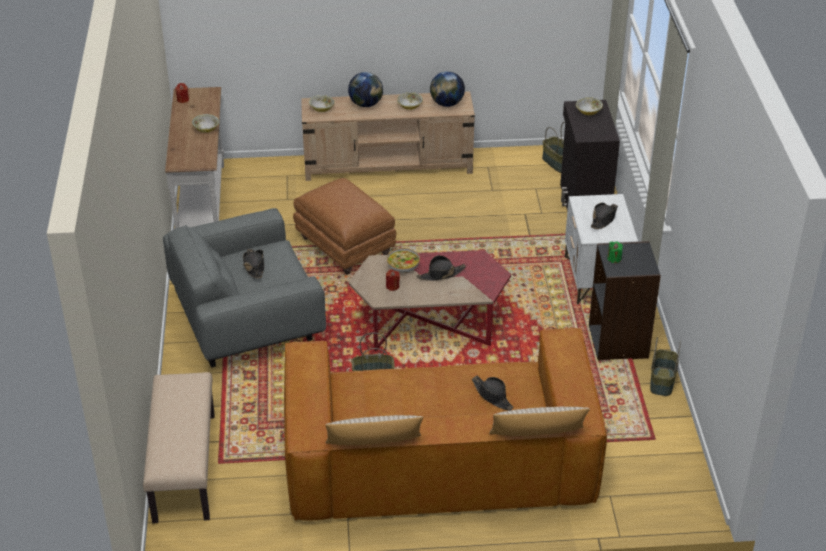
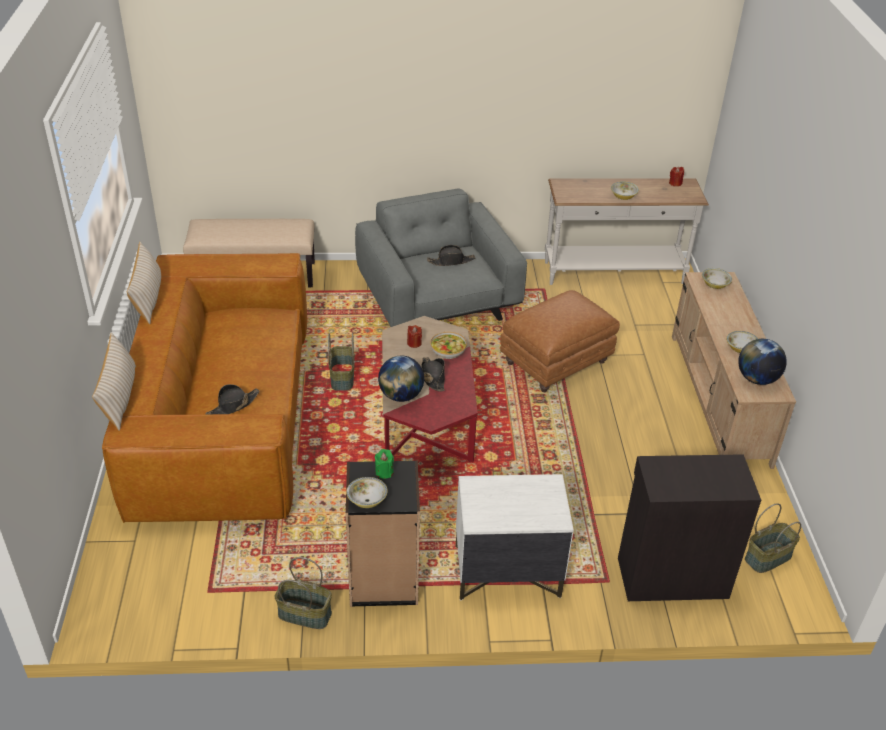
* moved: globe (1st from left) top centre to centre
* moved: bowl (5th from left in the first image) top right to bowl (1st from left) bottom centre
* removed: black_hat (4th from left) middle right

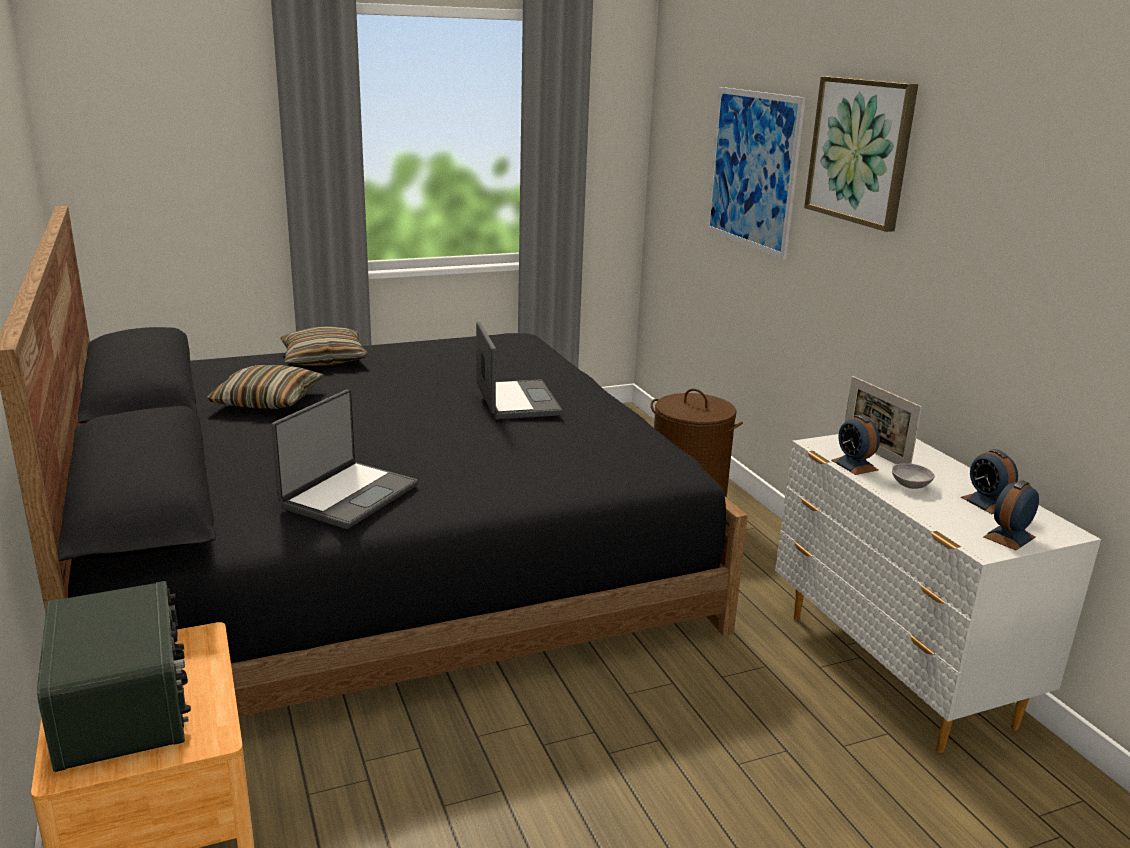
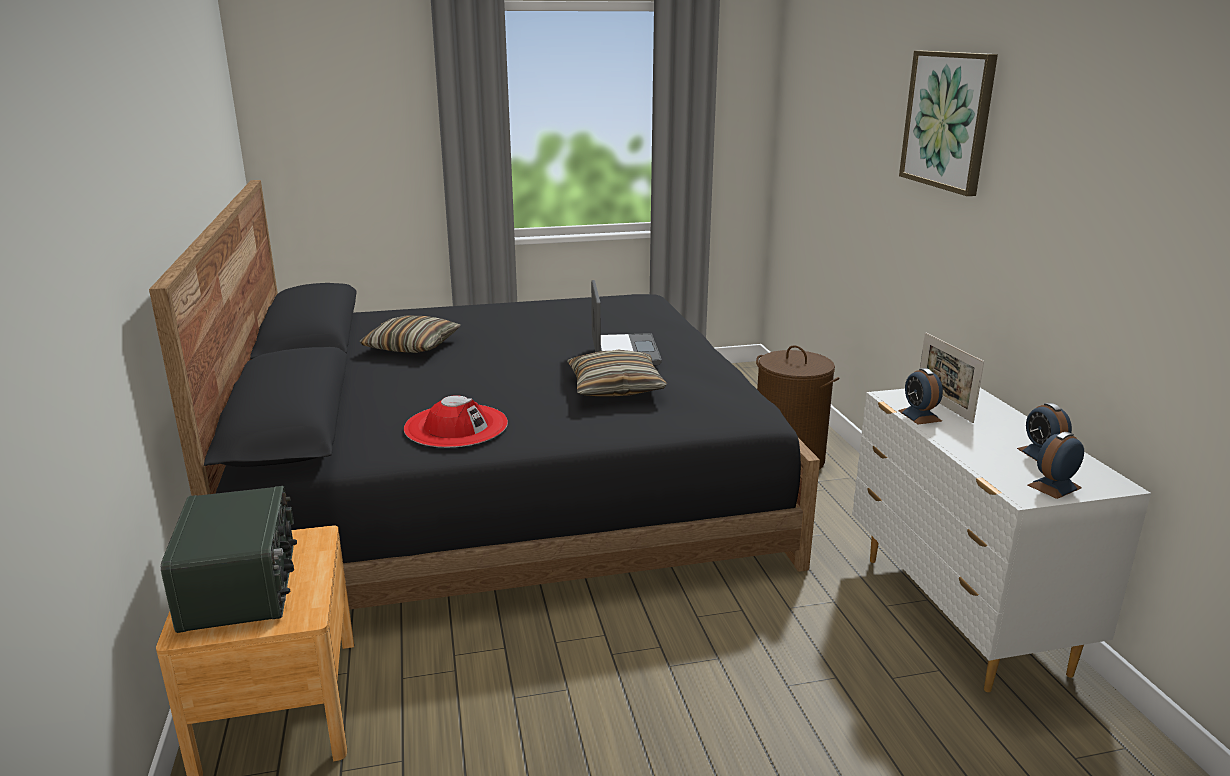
* removed: picture (1st from left) top right
* moved: pillow (2nd from left) middle left to centre
* replaced: laptop (1st from left) middle left to red_hat centre
* removed: grey_bowl middle right

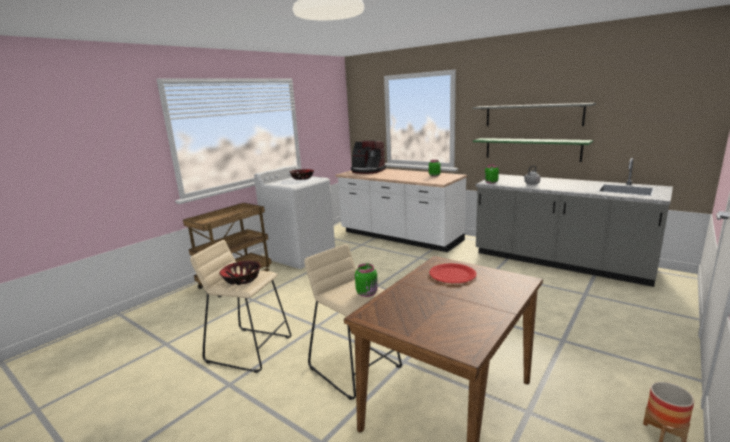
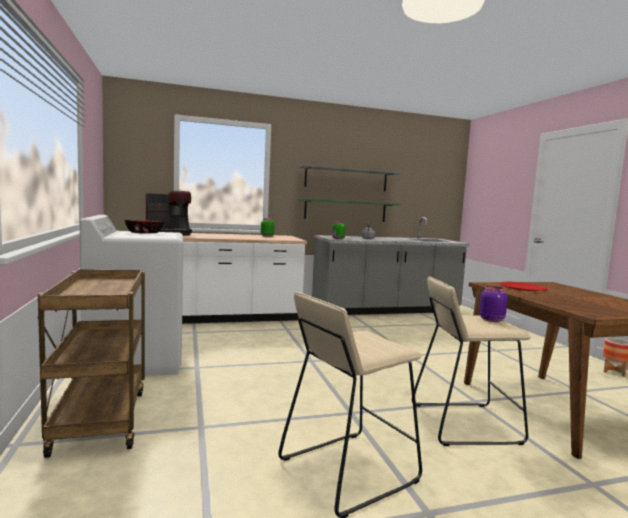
* removed: bowl (1st from left) middle left
* recoloured: green_jar (1st from left) centre to purple_jar middle right

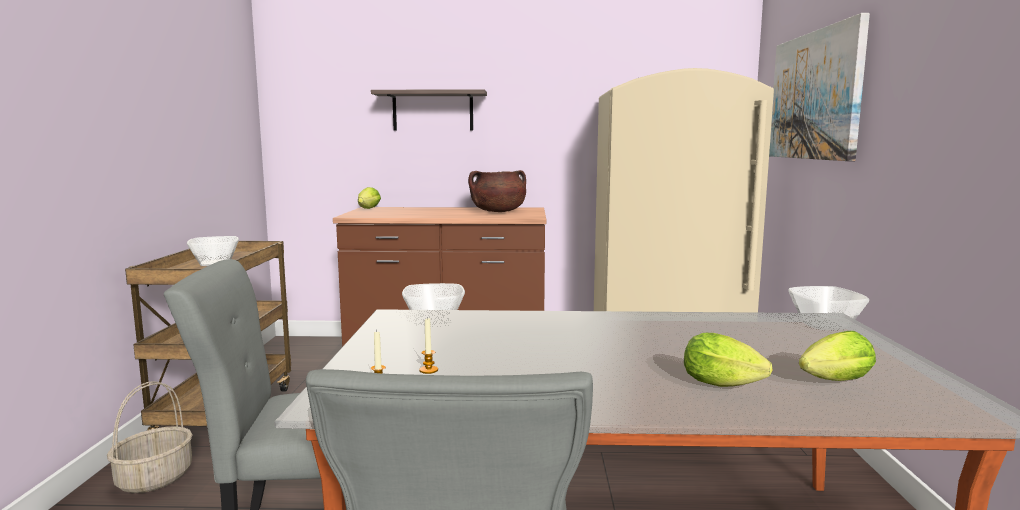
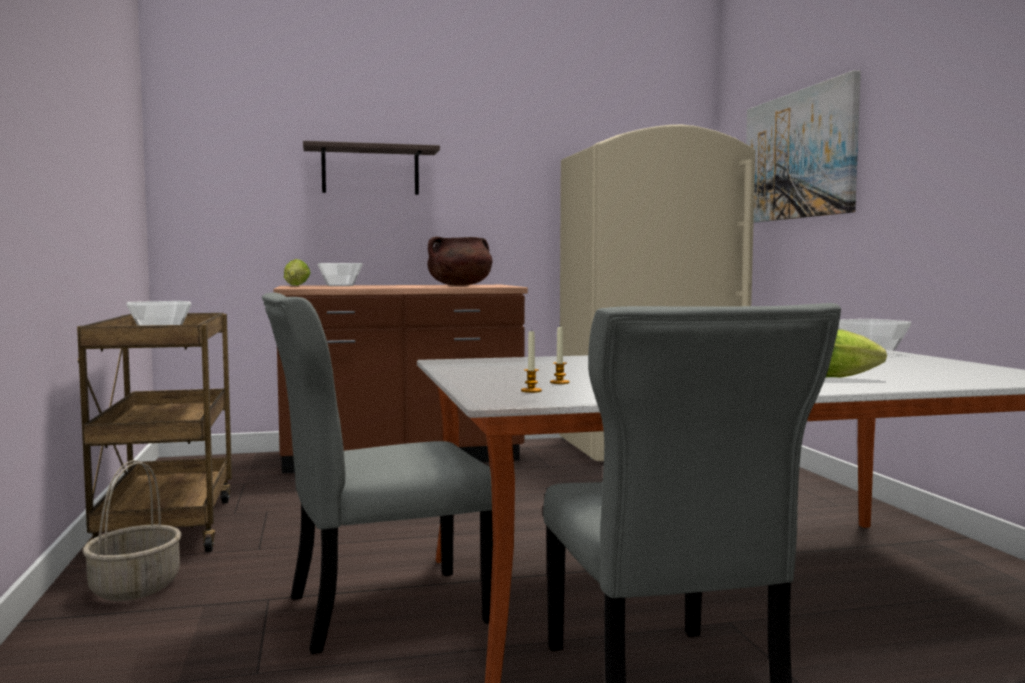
* moved: bowl (2nd from left) centre to middle left
* removed: lettuce (3rd from left) bottom right

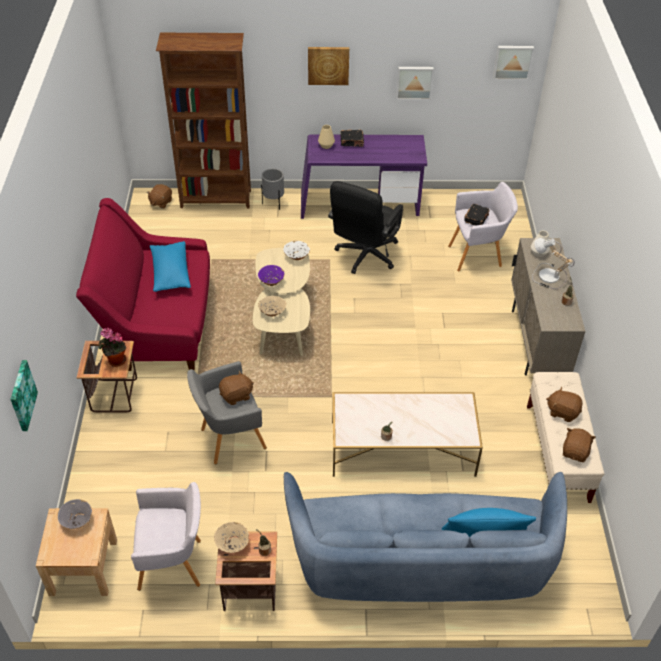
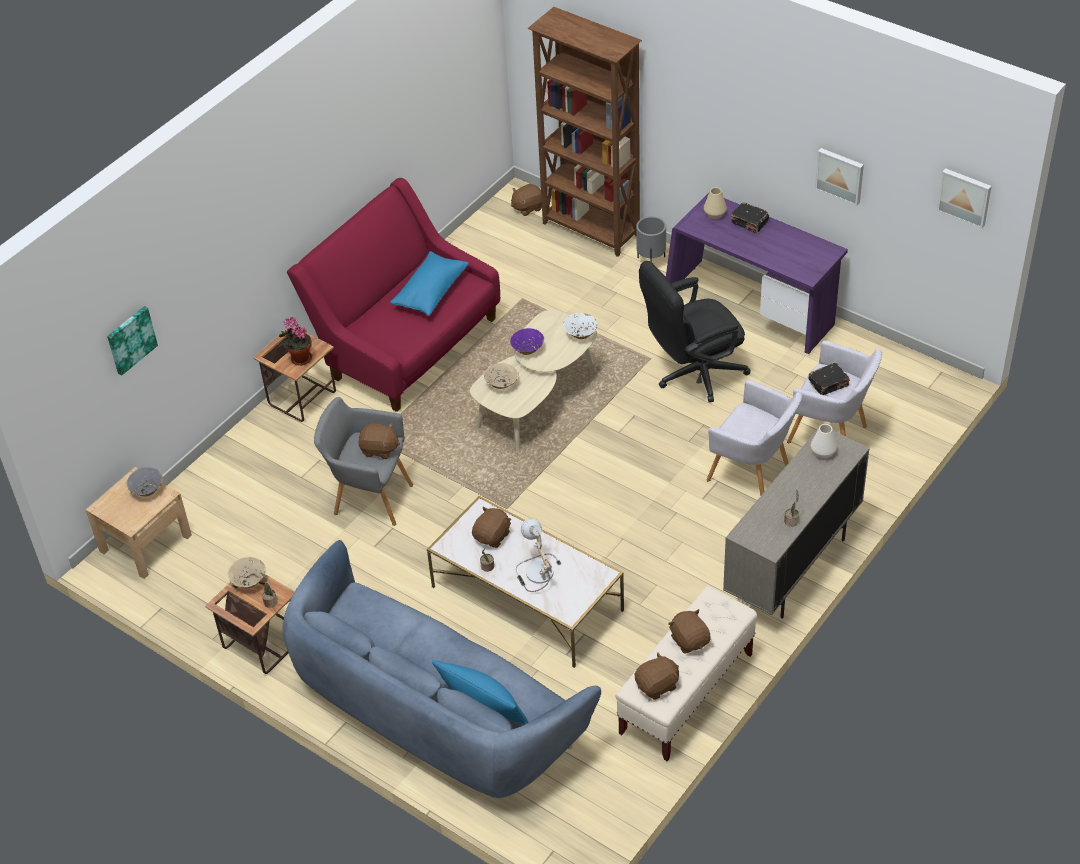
* removed: picture (2nd from left) top centre
* moved: table_lamp middle right to centre
* moved: grey_armchair (1st from left in the first image) bottom left to grey_armchair (2nd from left) middle right
* added: brown_plush_toy (2nd from left) centre

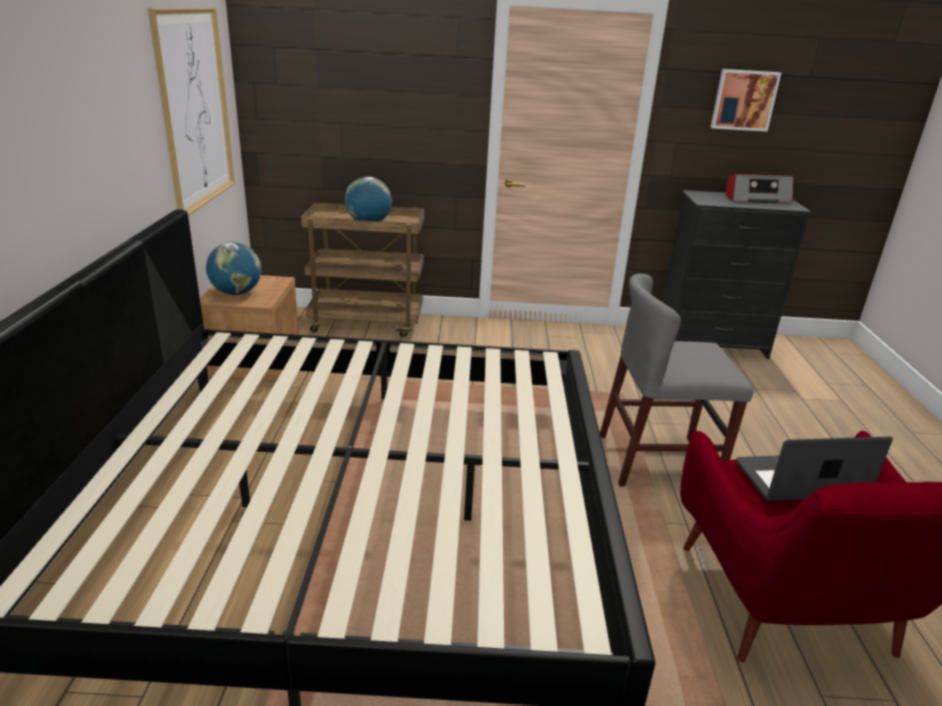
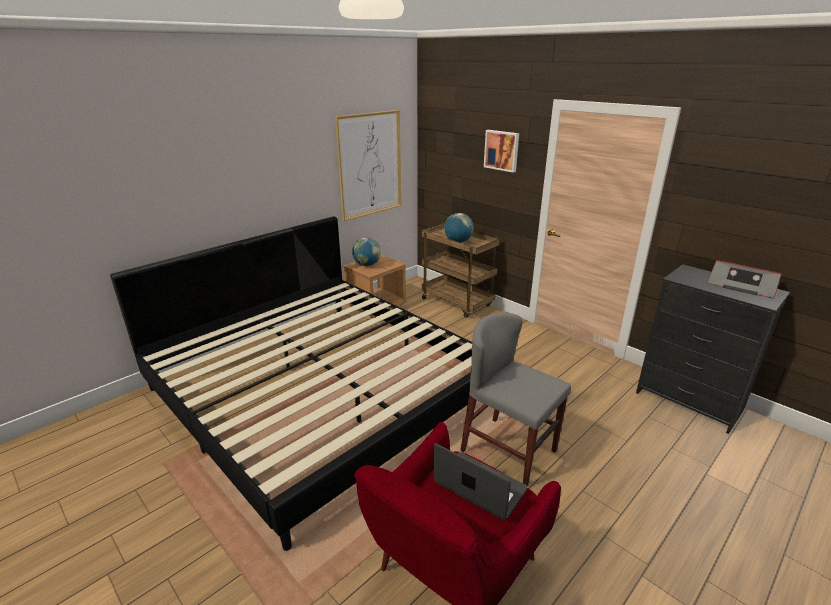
* moved: picture (2nd from left) top right to top centre

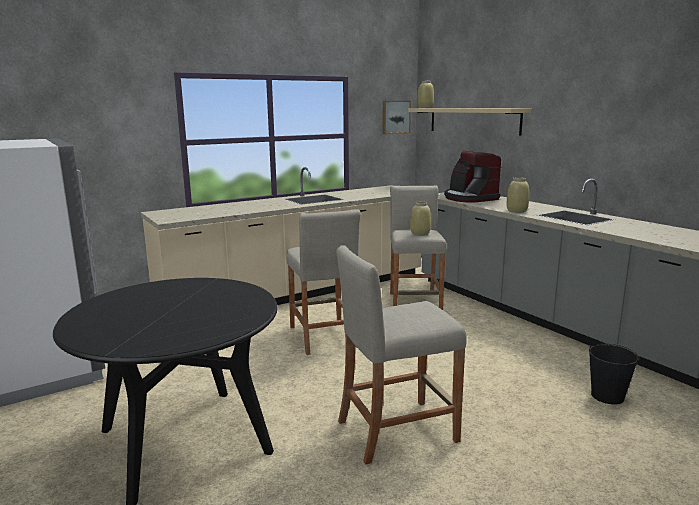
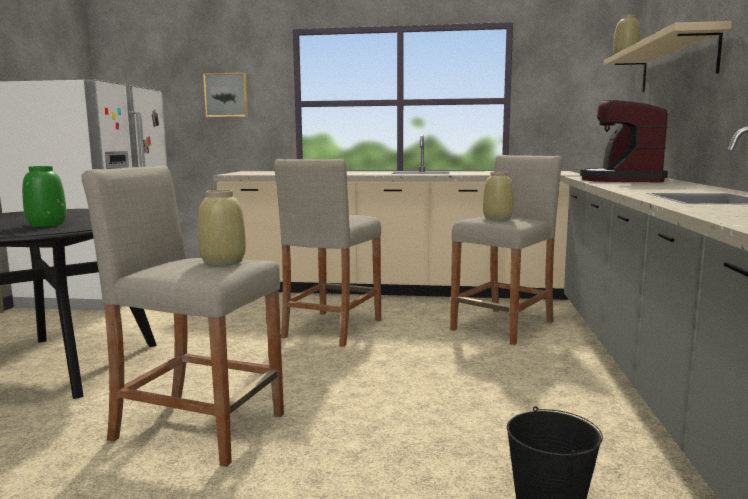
* moved: picture top centre to top left
* moved: beige_vase (3rd from left in the first image) middle right to beige_vase (1st from left) middle left
* added: green_vase middle left

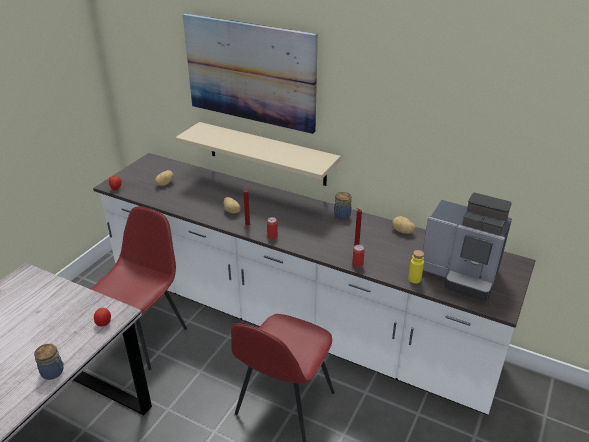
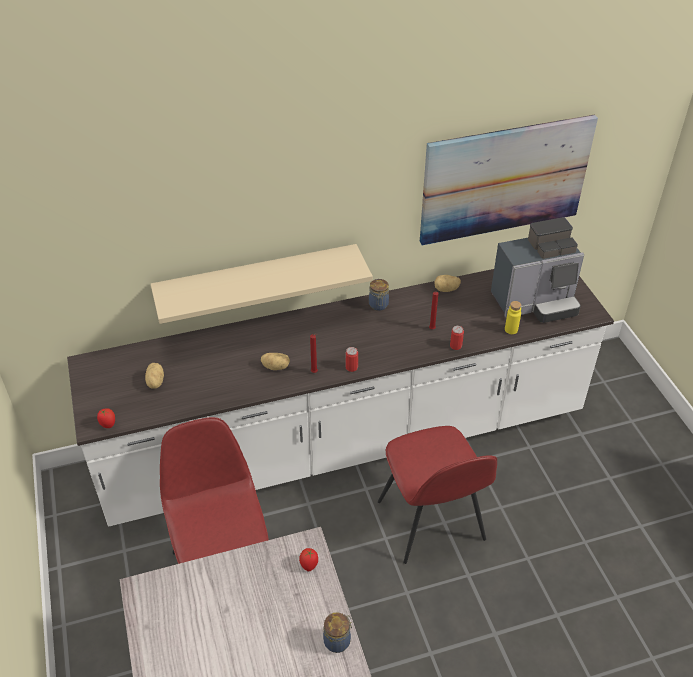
* moved: picture top centre to top right

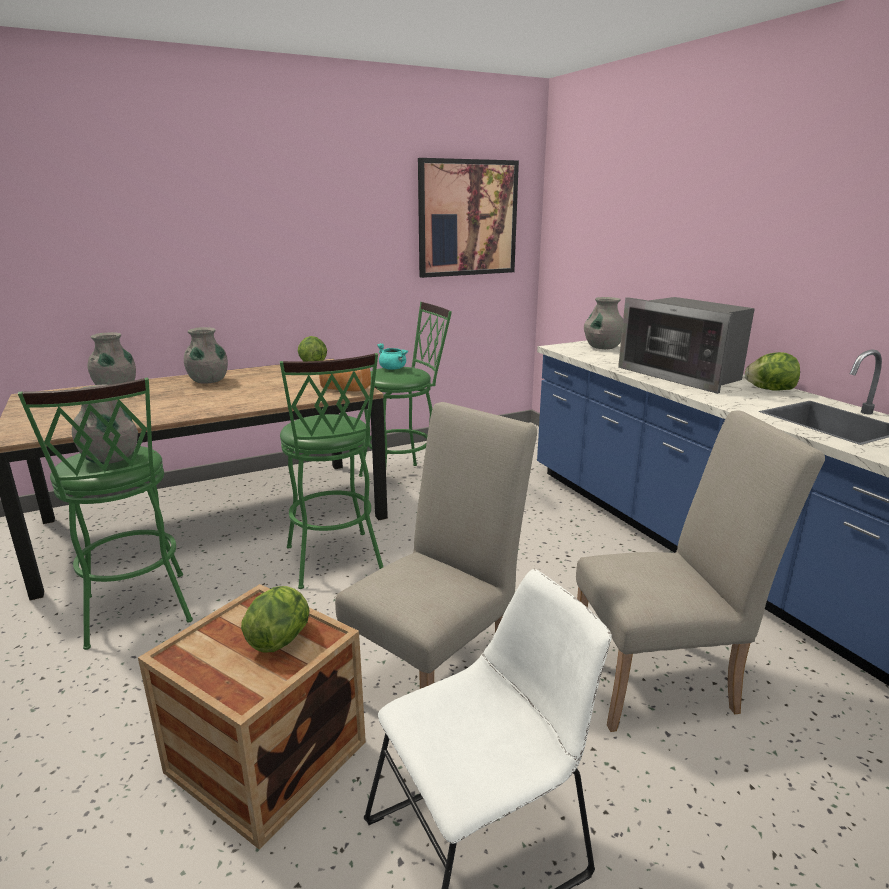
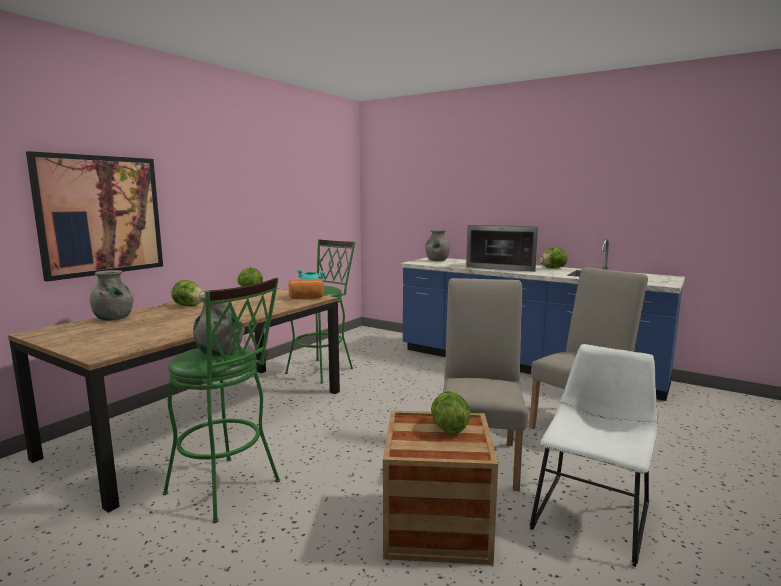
* moved: picture top centre to middle left
* replaced: grey_vase (3rd from left) middle left to lettuce (1st from left) middle left
* removed: green_stool (2nd from left) centre

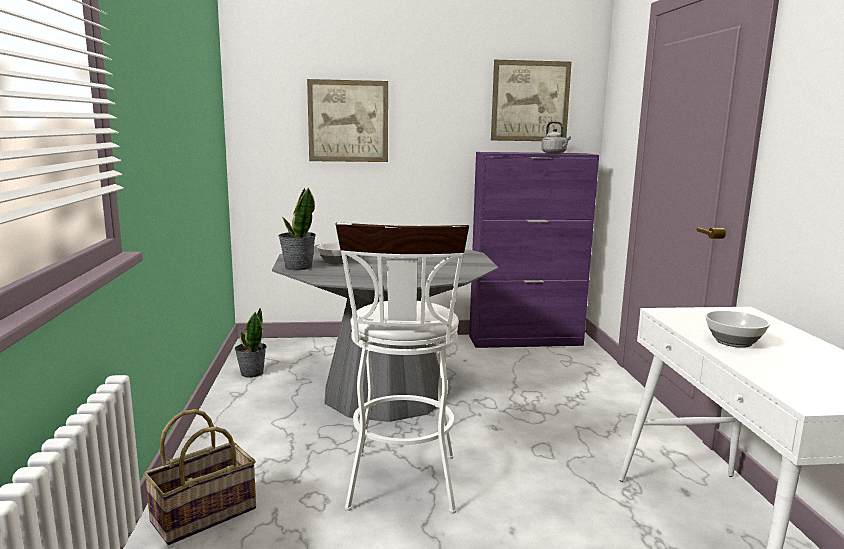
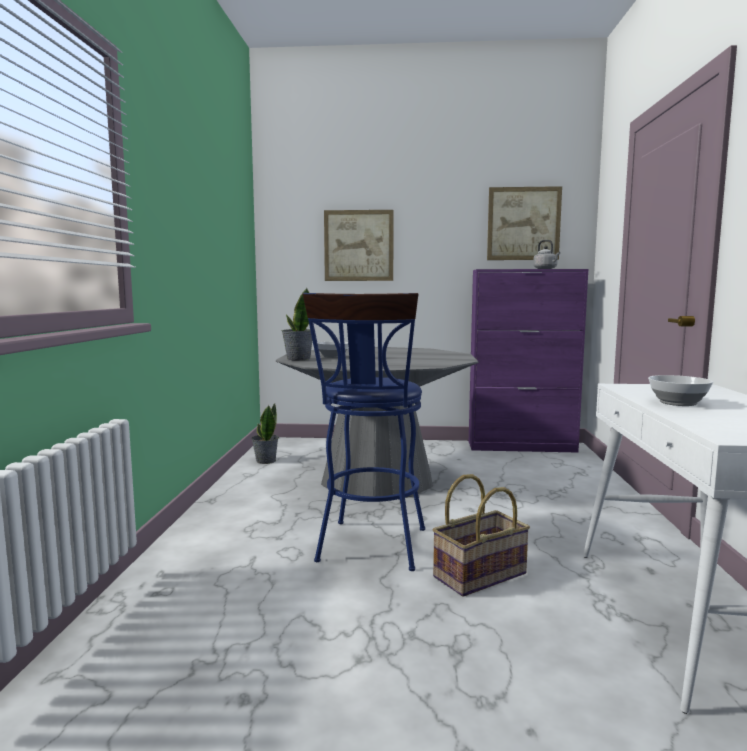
* recoloured: white_stool bottom centre to blue_stool centre
* moved: basket bottom left to bottom centre

